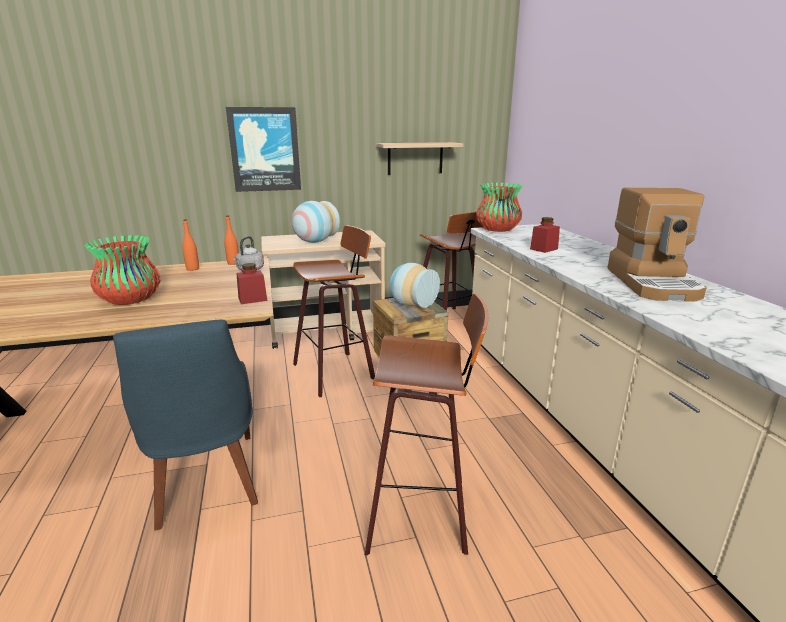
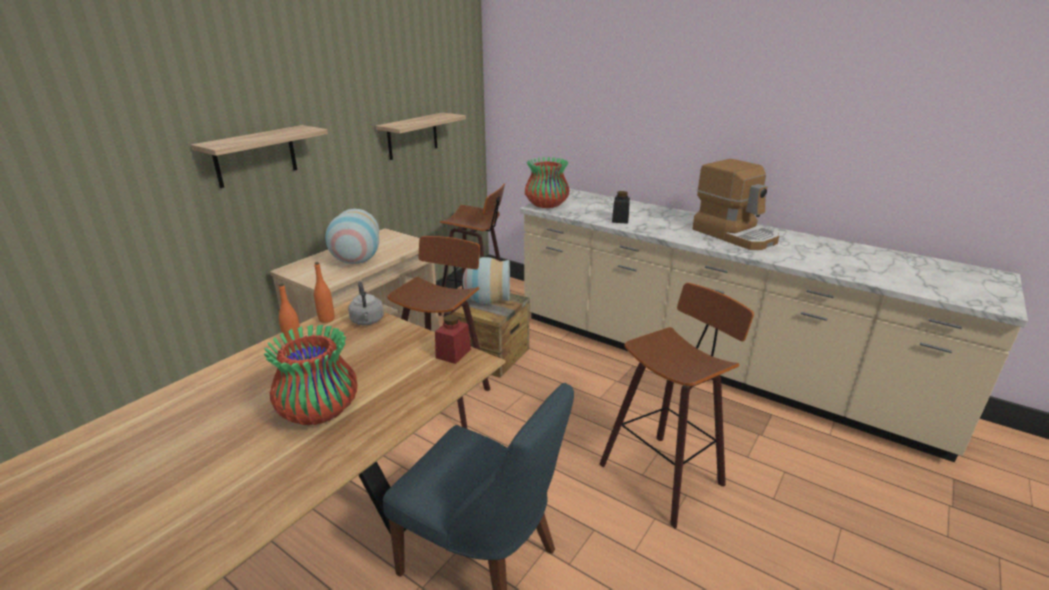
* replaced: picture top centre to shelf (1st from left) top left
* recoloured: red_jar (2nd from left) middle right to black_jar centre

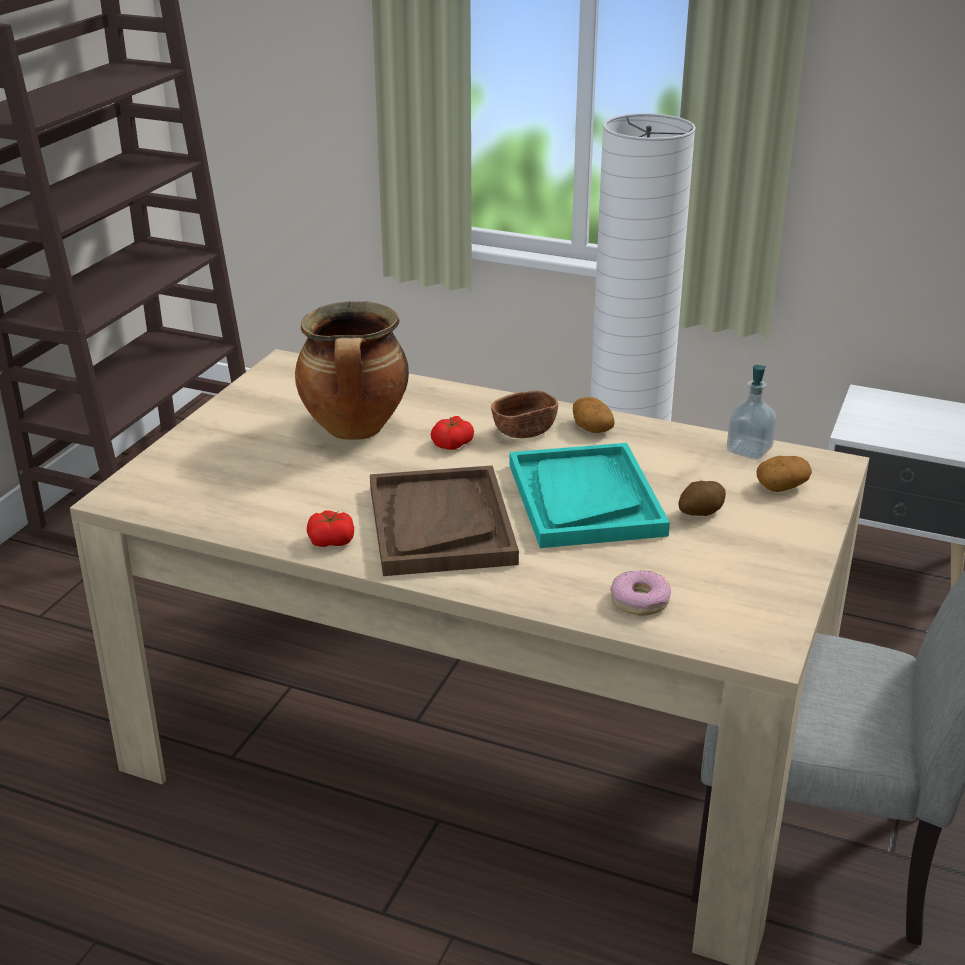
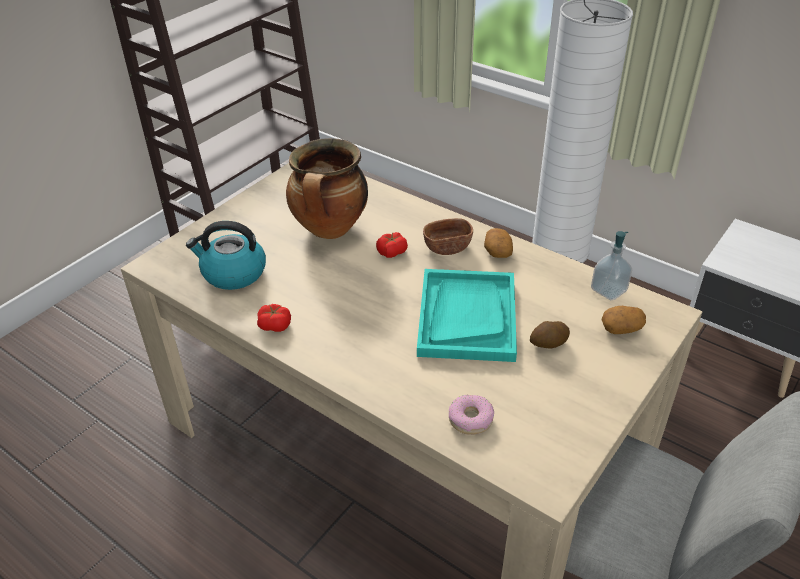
* removed: brown_tray centre
* added: kettle middle left

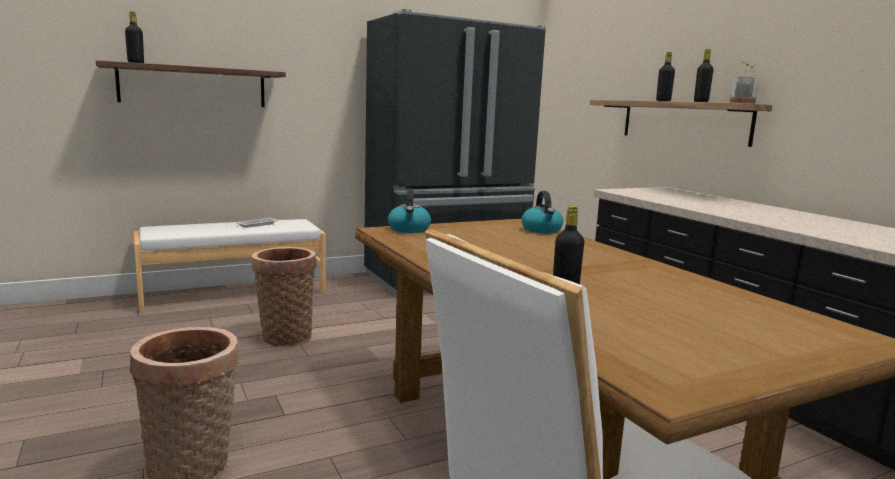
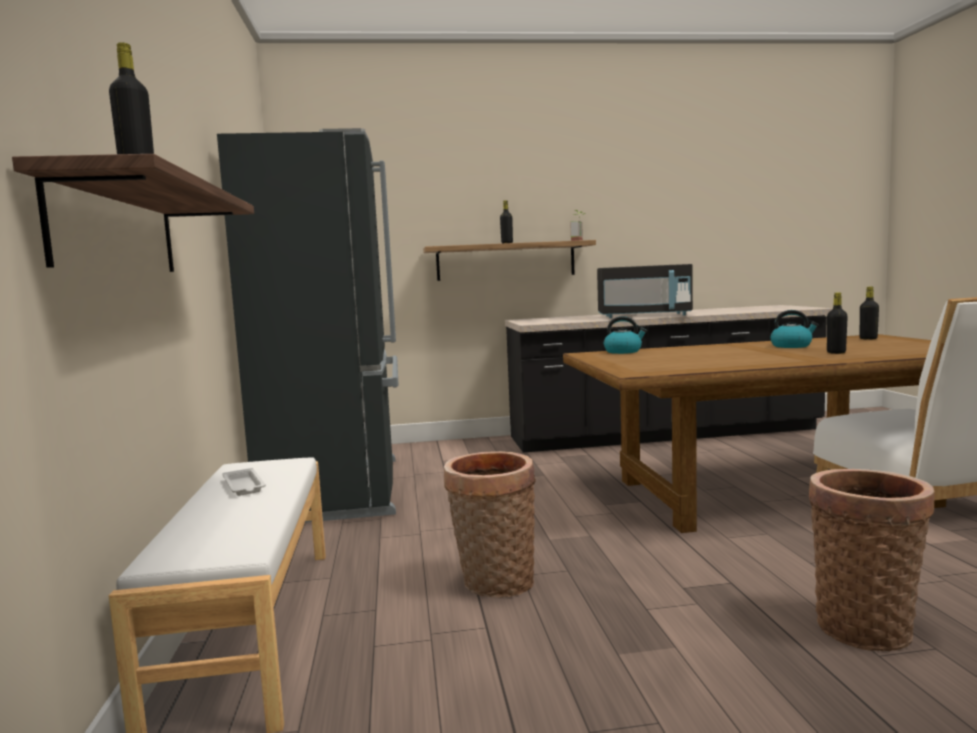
* moved: black_bottle (4th from left) top right to middle right
* moved: kettle (1st from left in the first image) centre to kettle (2nd from left) middle right
* added: black_microwave centre

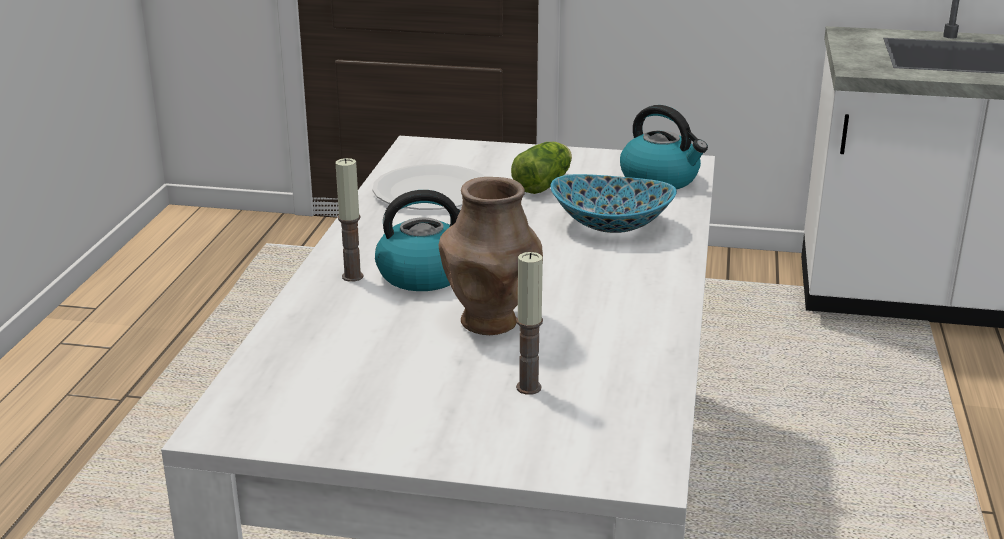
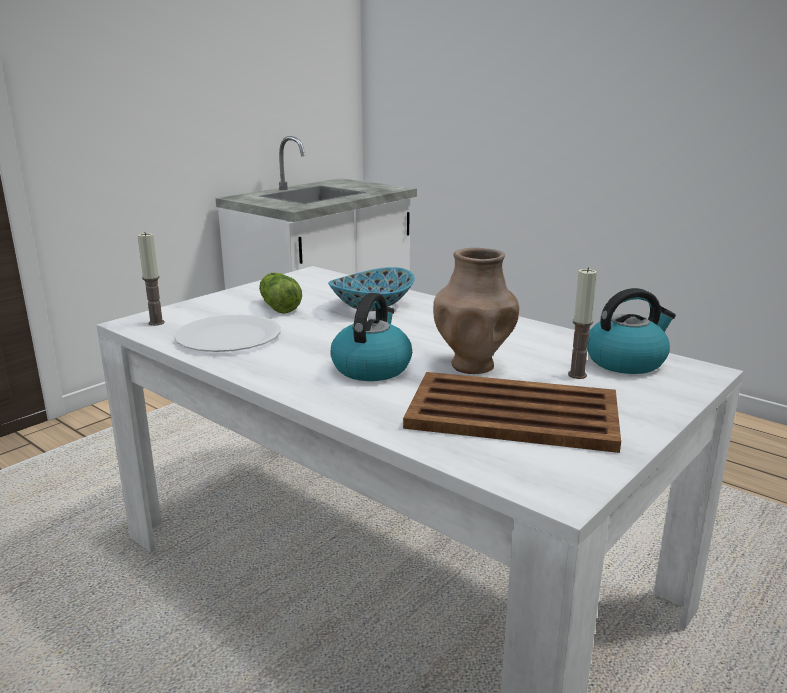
* moved: kettle (2nd from left) top centre to middle right
* moved: candle (1st from left) centre to middle left
* added: brown_tray centre

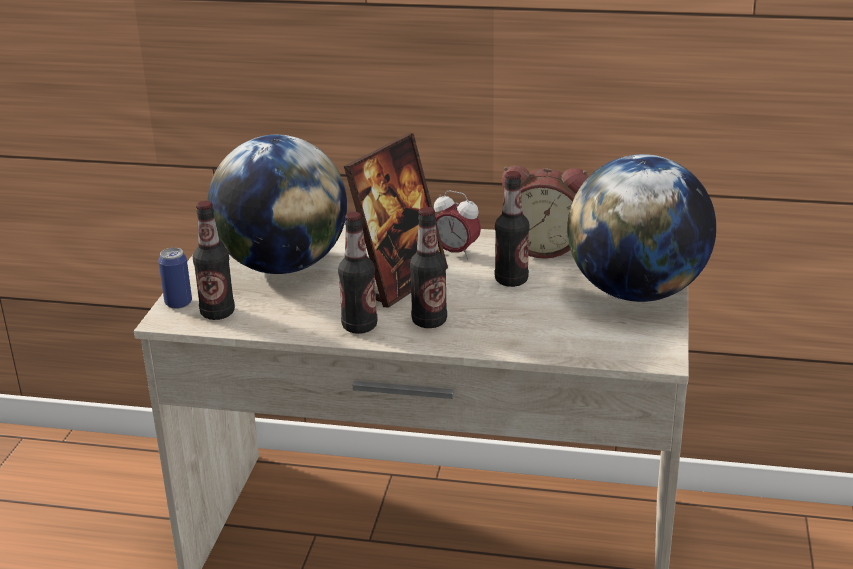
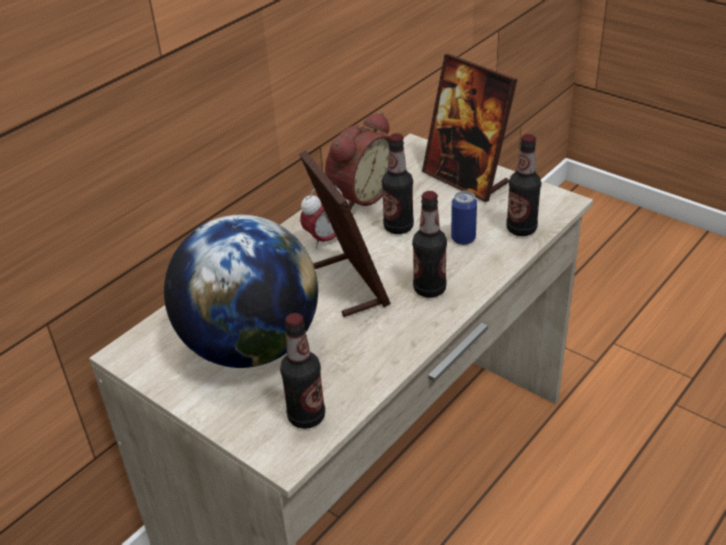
* replaced: globe (2nd from left) middle right to picture_frame (2nd from left) top centre
* moved: bottle (2nd from left in the first image) centre to bottle (4th from left) middle right
* moved: can middle left to centre

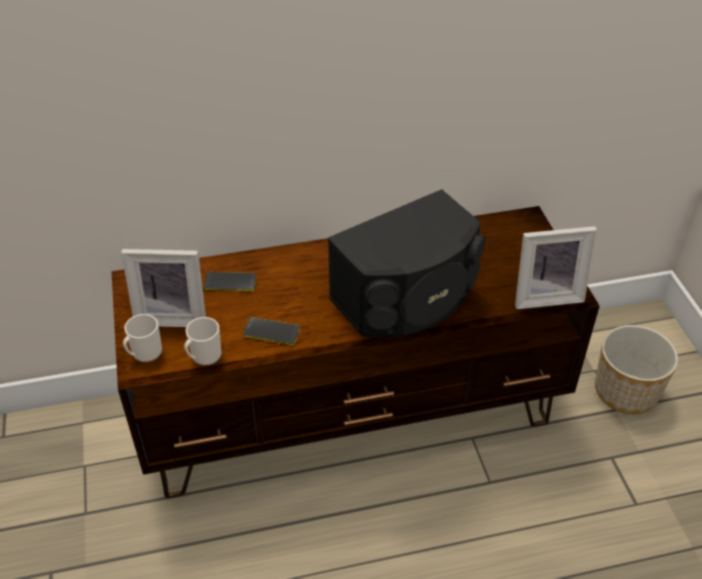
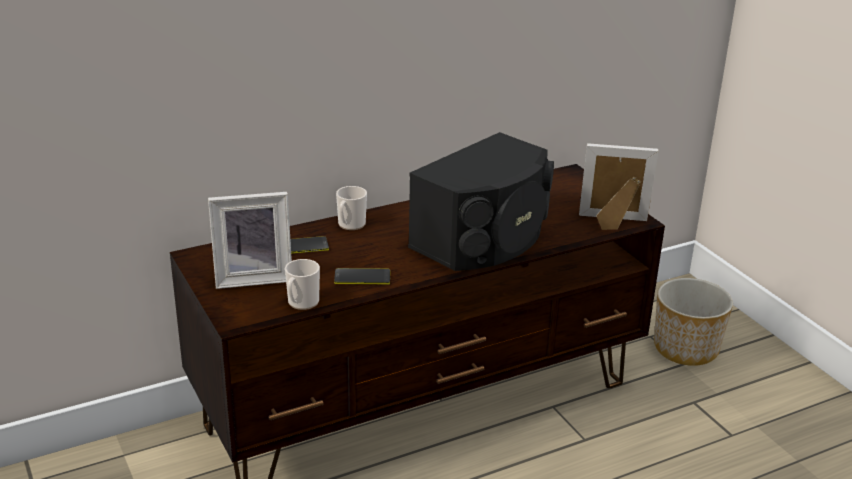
* turned: picture_frame (2nd from left) middle right = middle right 150 degrees counterclockwise
* moved: mug (1st from left in the first image) middle left to mug (2nd from left) centre

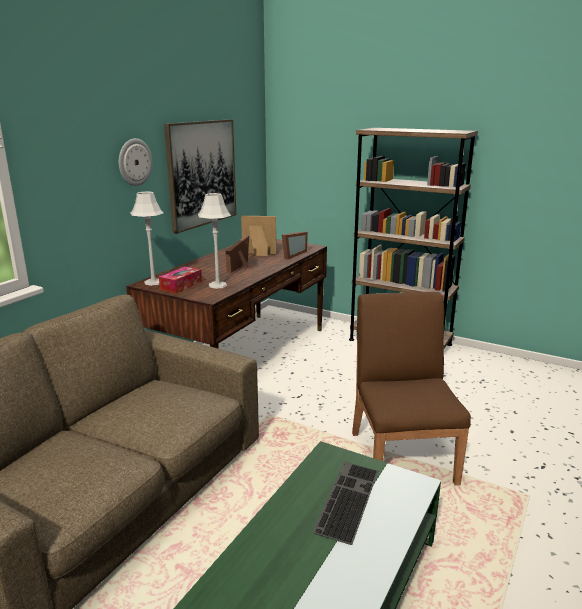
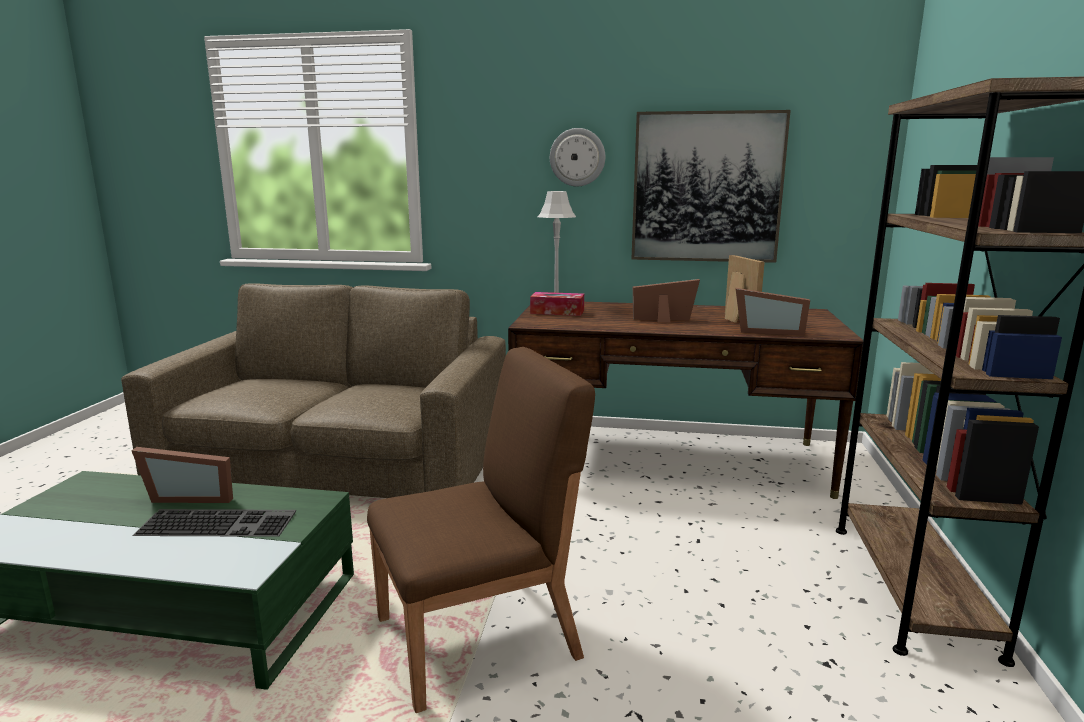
* removed: grey_table_lamp (2nd from left) centre
* added: picture_frame (1st from left) middle left

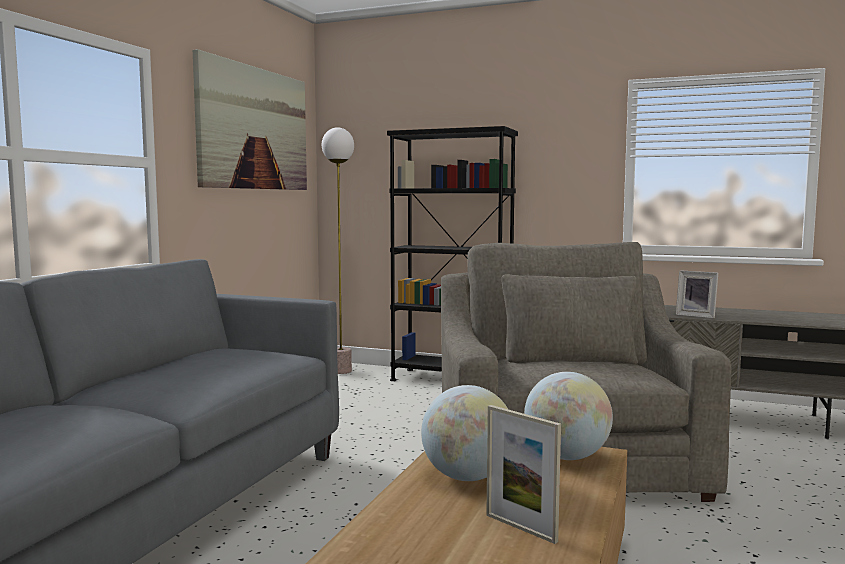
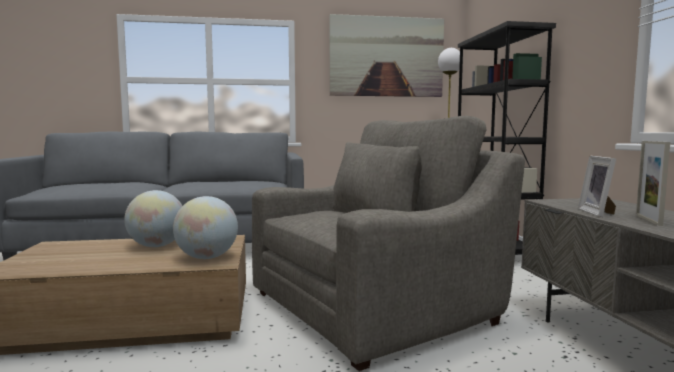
* moved: picture_frame (1st from left in the first image) bottom centre to picture_frame (2nd from left) middle right

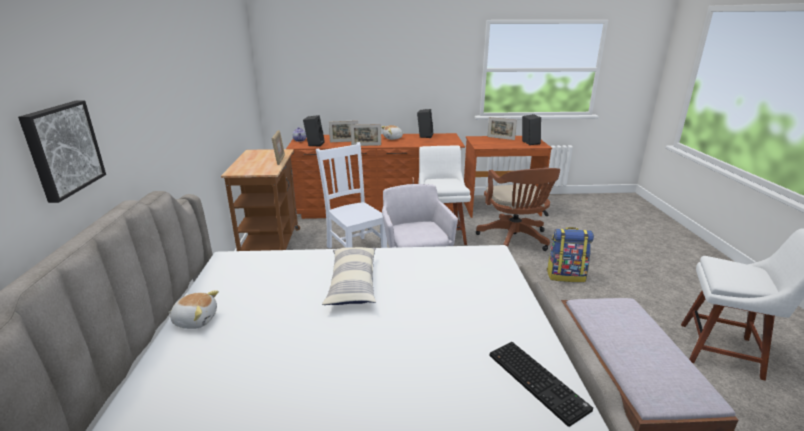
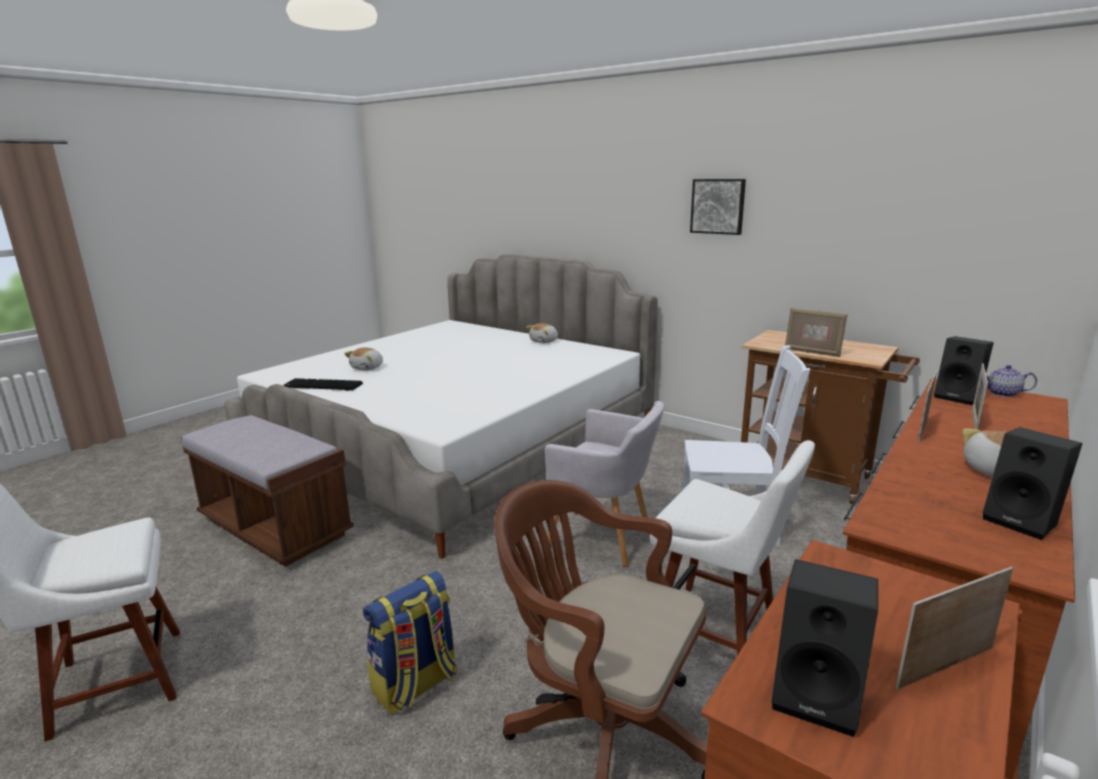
* moved: picture middle left to top centre
* removed: pillow centre
* added: plush_toy (1st from left) middle left

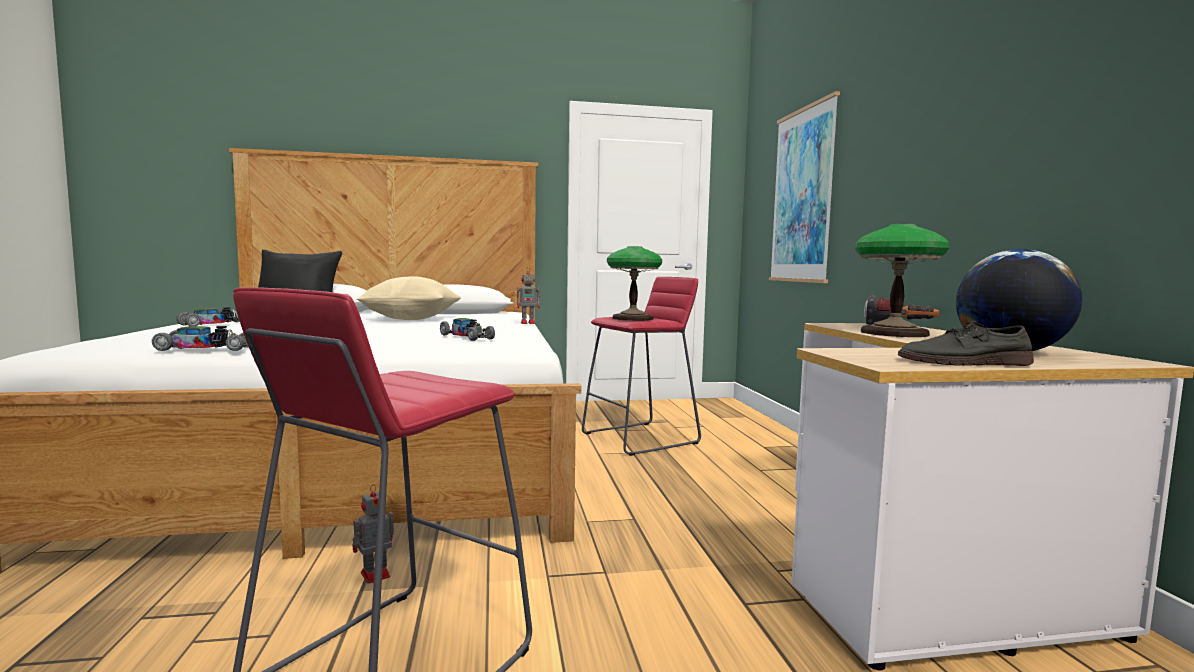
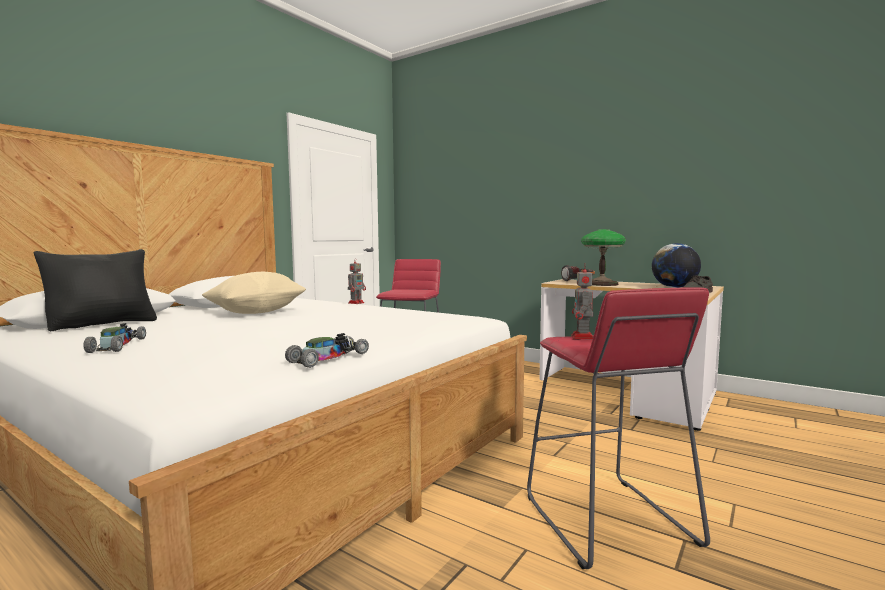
* removed: picture top right
* removed: table_lamp (1st from left) centre
* removed: toy_car (3rd from left) centre
* moved: toy_robot (1st from left in the first image) bottom left to toy_robot (2nd from left) centre

